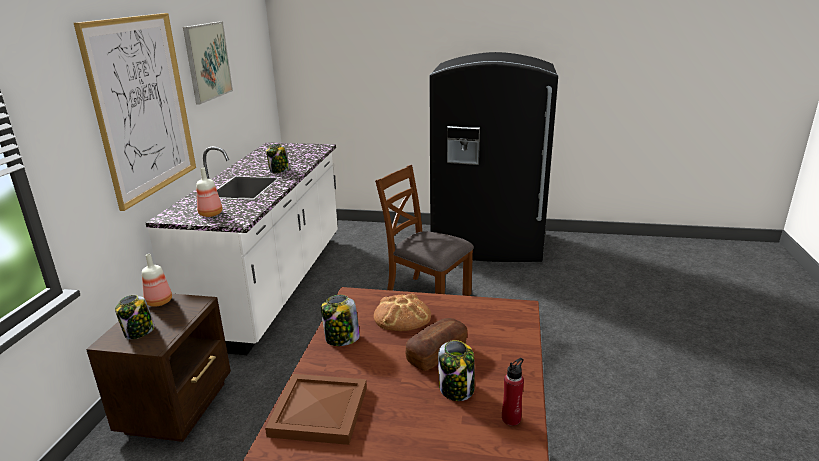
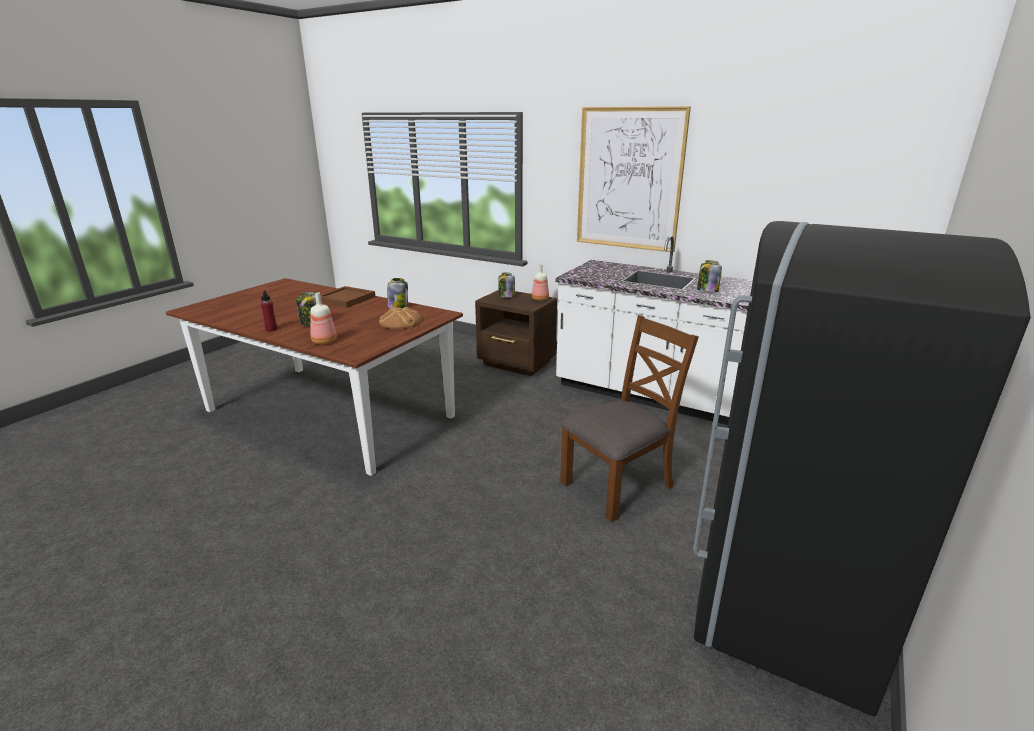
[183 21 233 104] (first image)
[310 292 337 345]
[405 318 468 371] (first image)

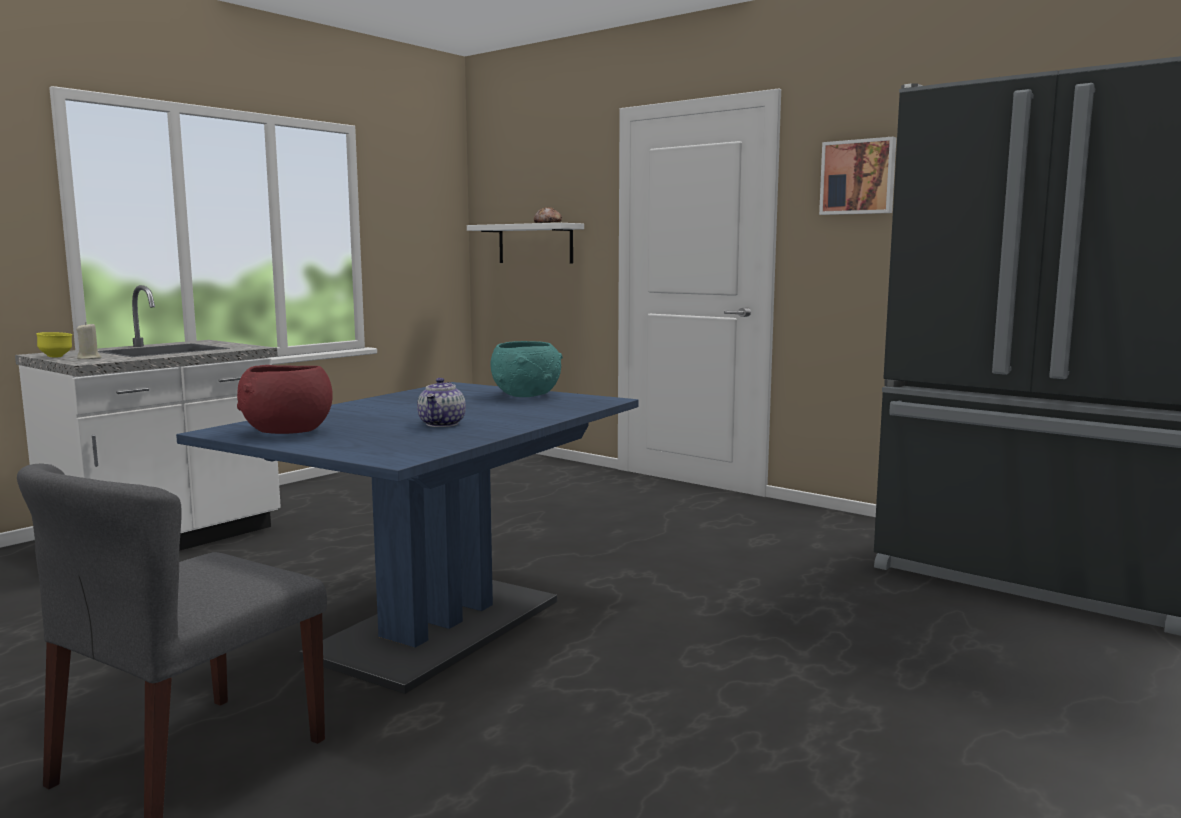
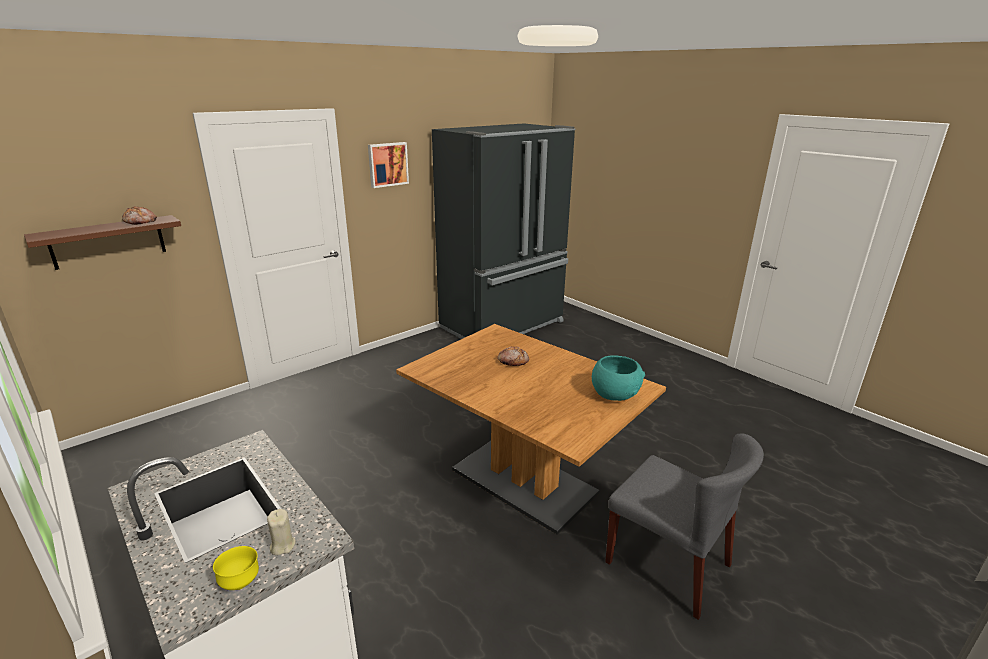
[24 215 181 270]
[592 355 645 401]
[237 365 333 434] (first image)
[417 378 466 427] (first image)
[396 324 666 535]
[497 347 529 366]

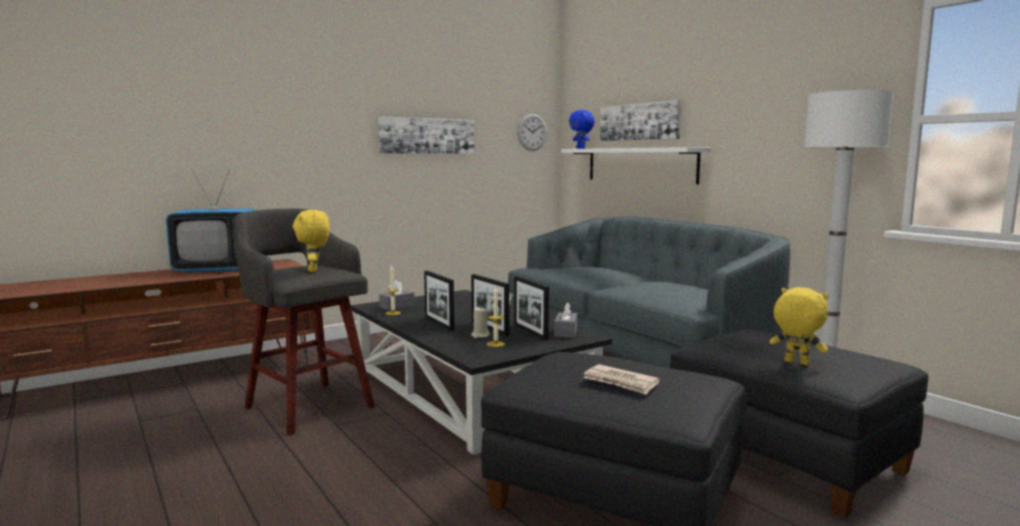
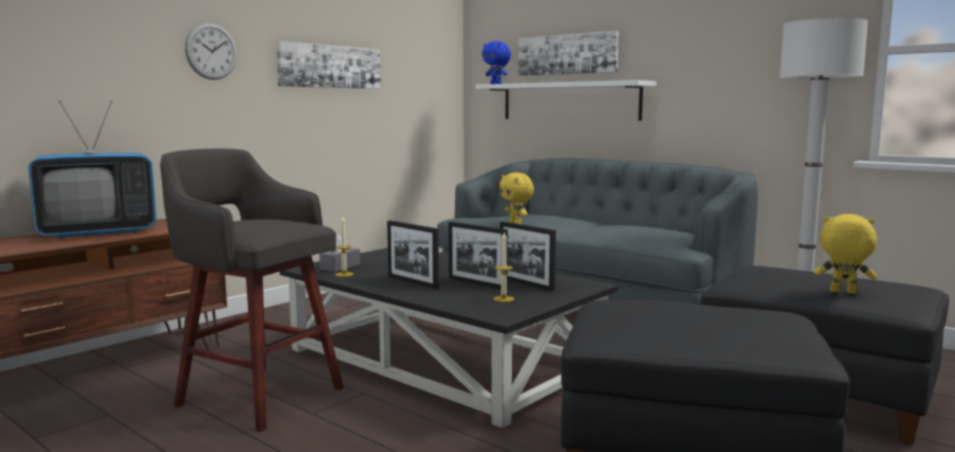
[185 23 237 80]
[499 173 534 224]
[554 302 577 338] (first image)
[471 306 490 338] (first image)
[583 364 660 395] (first image)

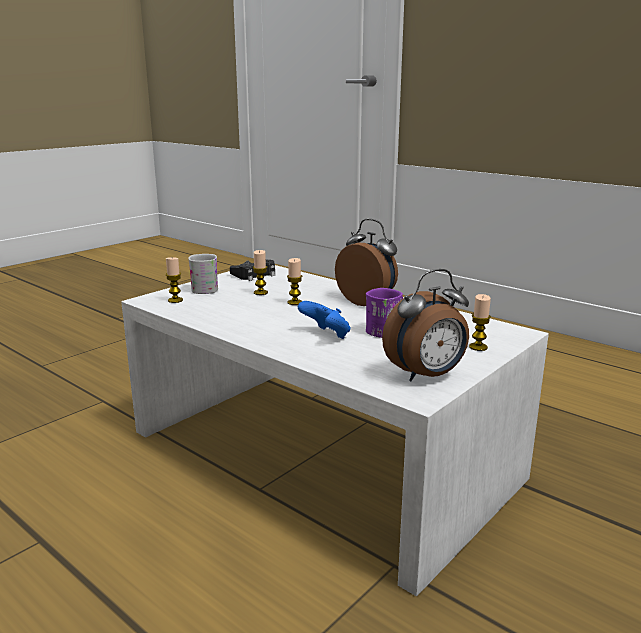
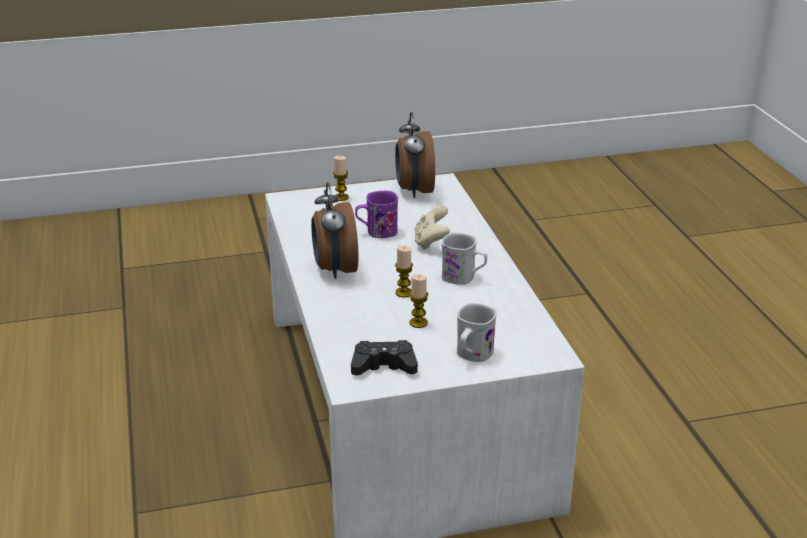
[166 257 183 303] (first image)
[395 112 435 198]
[414 205 450 250]
[442 233 487 285]

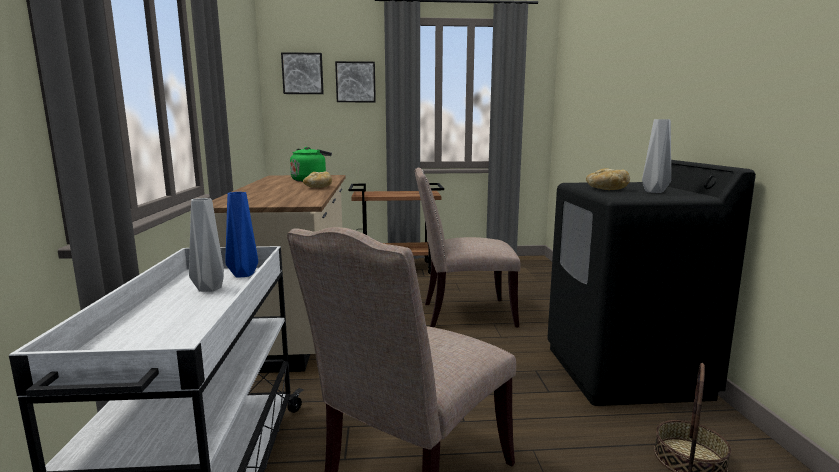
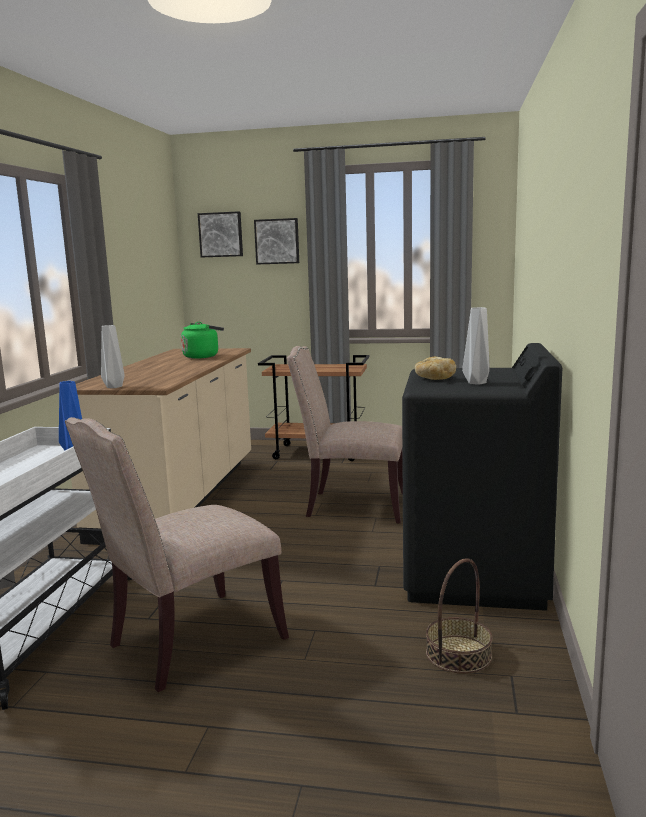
[303 171 332 188] (first image)
[101 325 124 388]

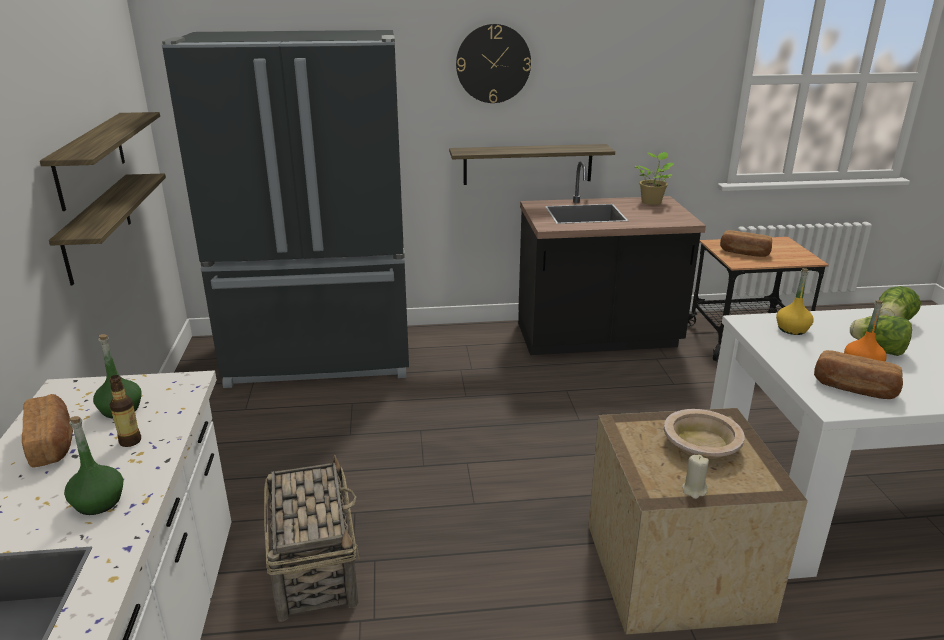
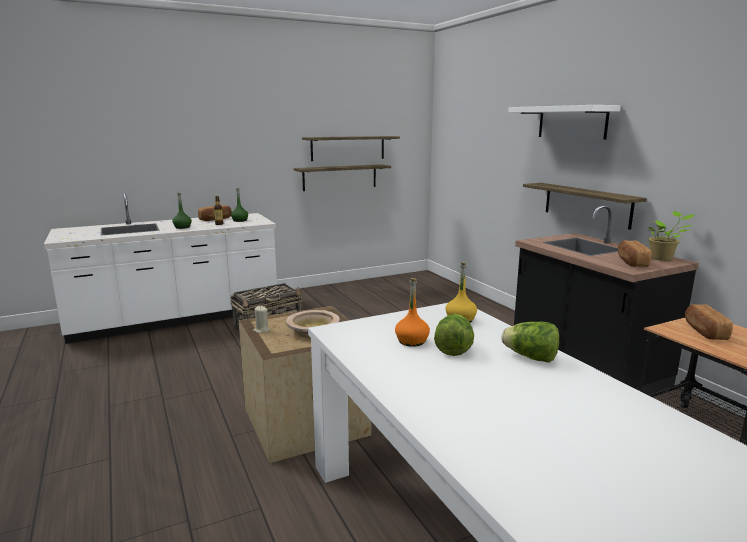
[508 105 621 140]
[162 30 409 388] (first image)
[618 240 651 267]

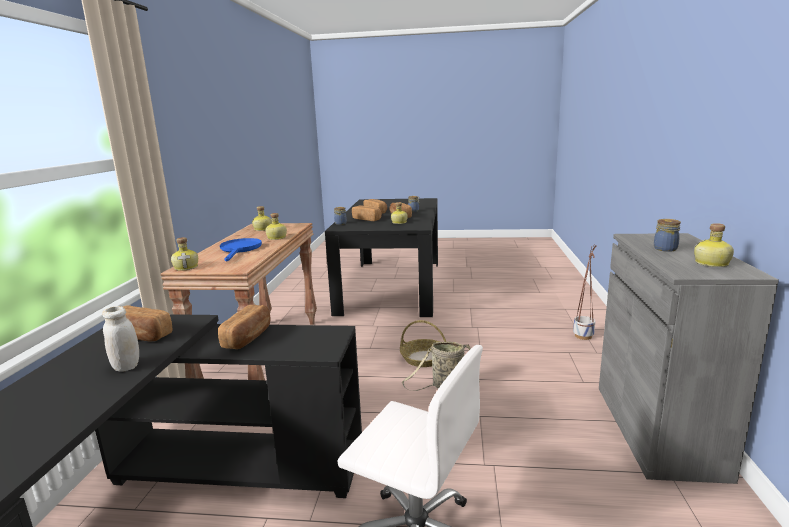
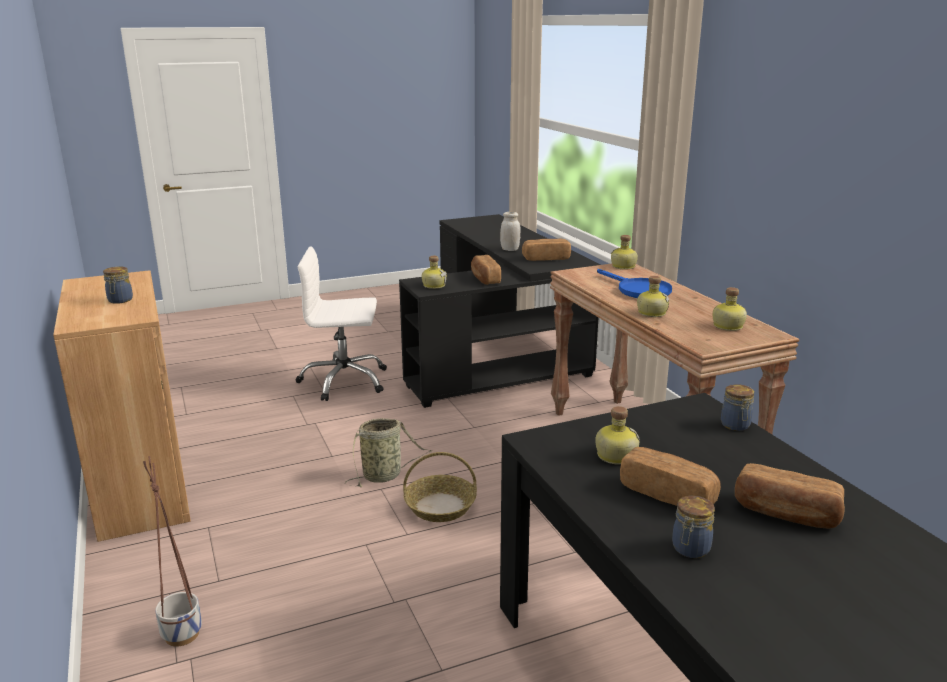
[352 205 382 221] (first image)
[422 256 447 289]
[53 270 191 542]

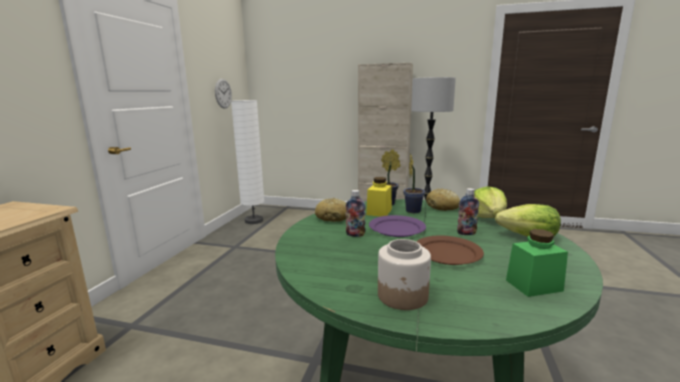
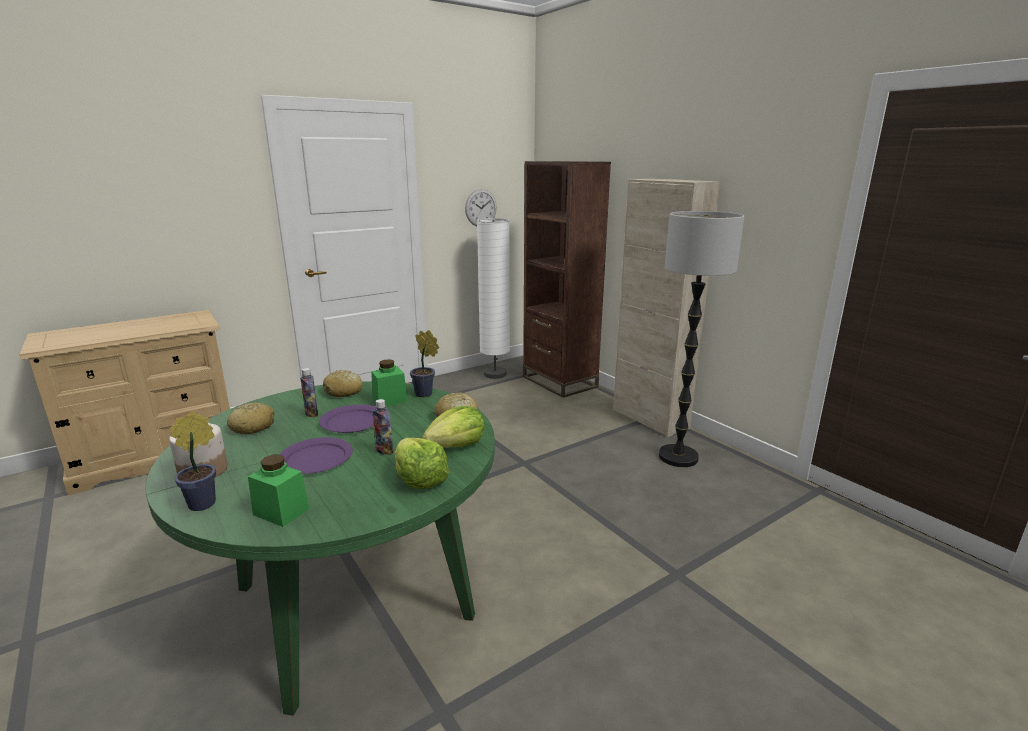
[170 411 216 511]
[371 359 408 406]
[279 437 353 474]
[523 161 611 398]
[227 403 275 434]

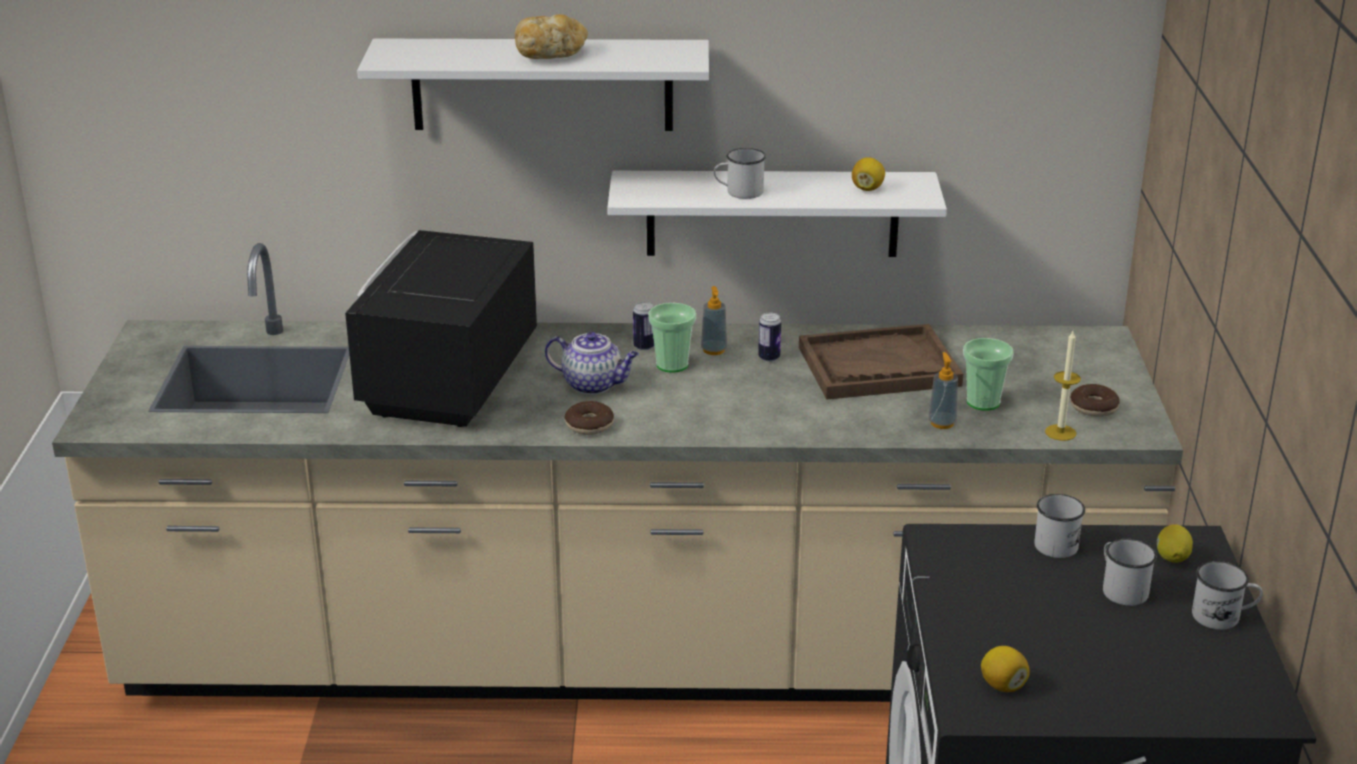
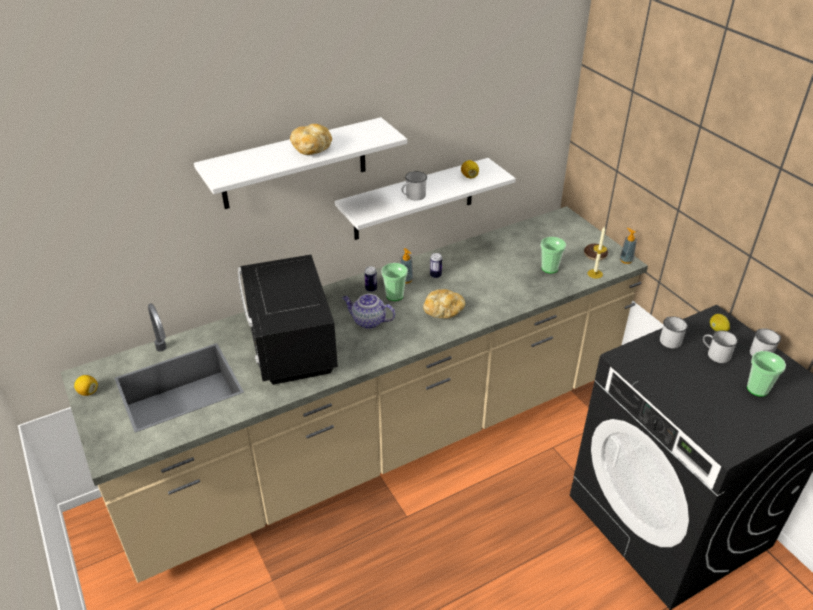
[799 324 963 399] (first image)
[342 294 395 329]
[620 228 637 264]
[565 401 614 435] (first image)
[74 375 98 396]
[423 289 465 318]
[747 351 786 397]

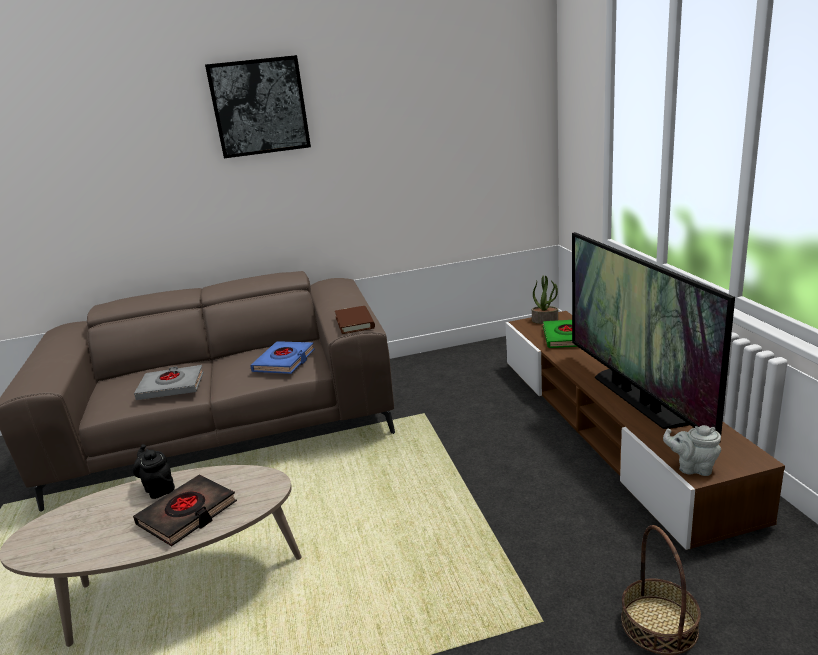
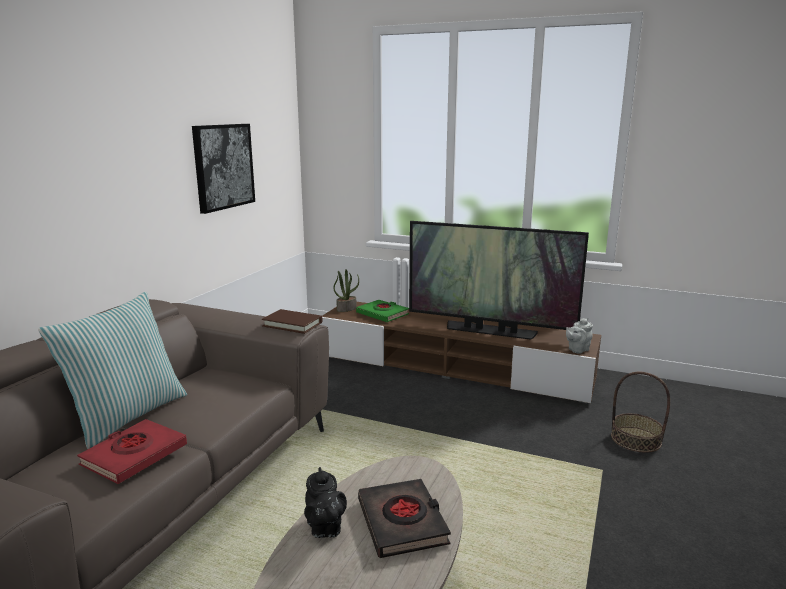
[192 124 255 214]
[250 341 315 374] (first image)
[77 419 187 484]
[304 467 347 538]
[38 292 187 449]

